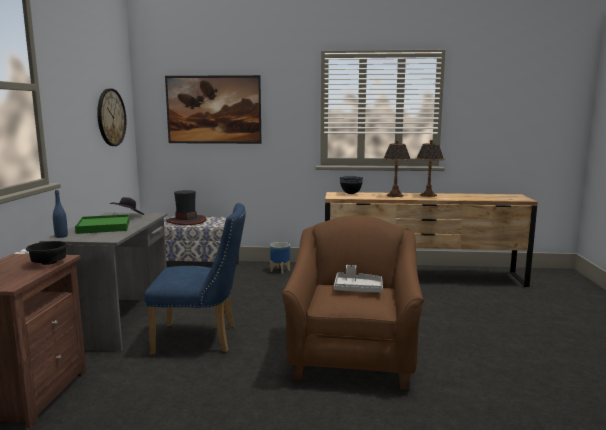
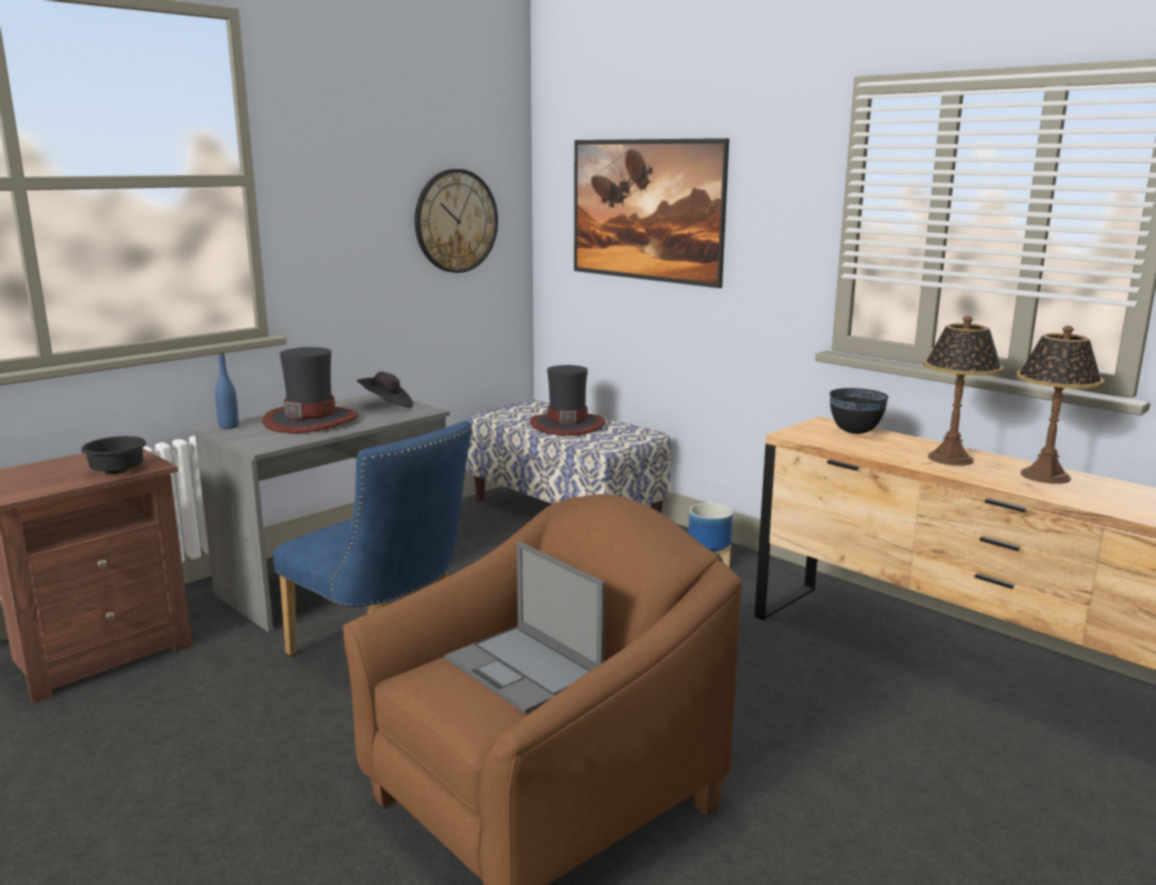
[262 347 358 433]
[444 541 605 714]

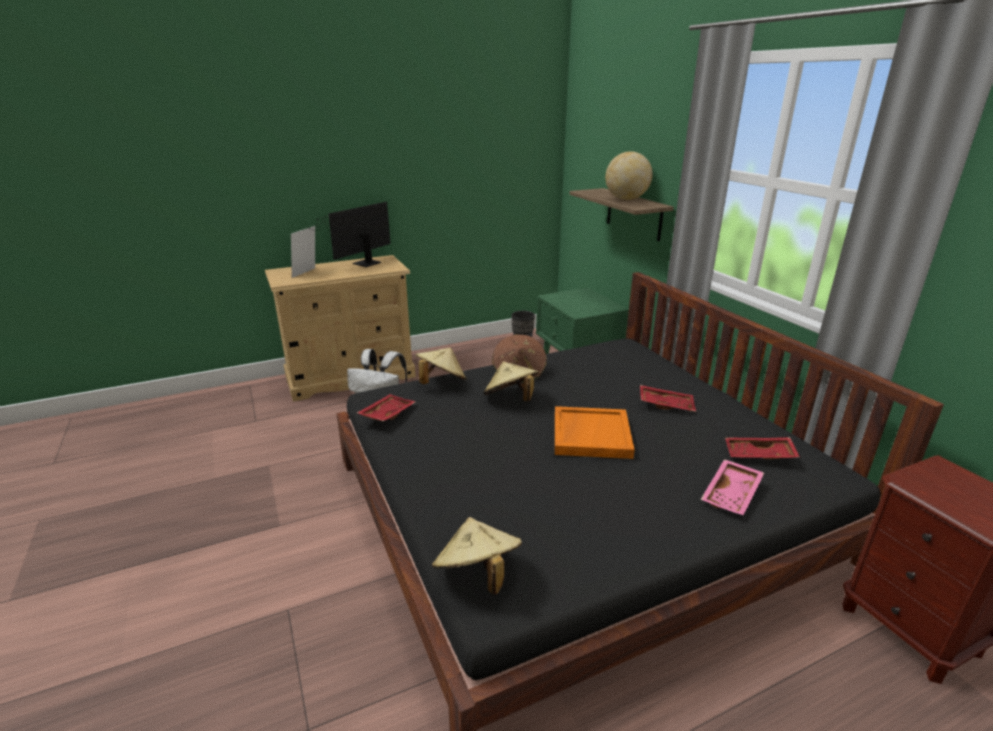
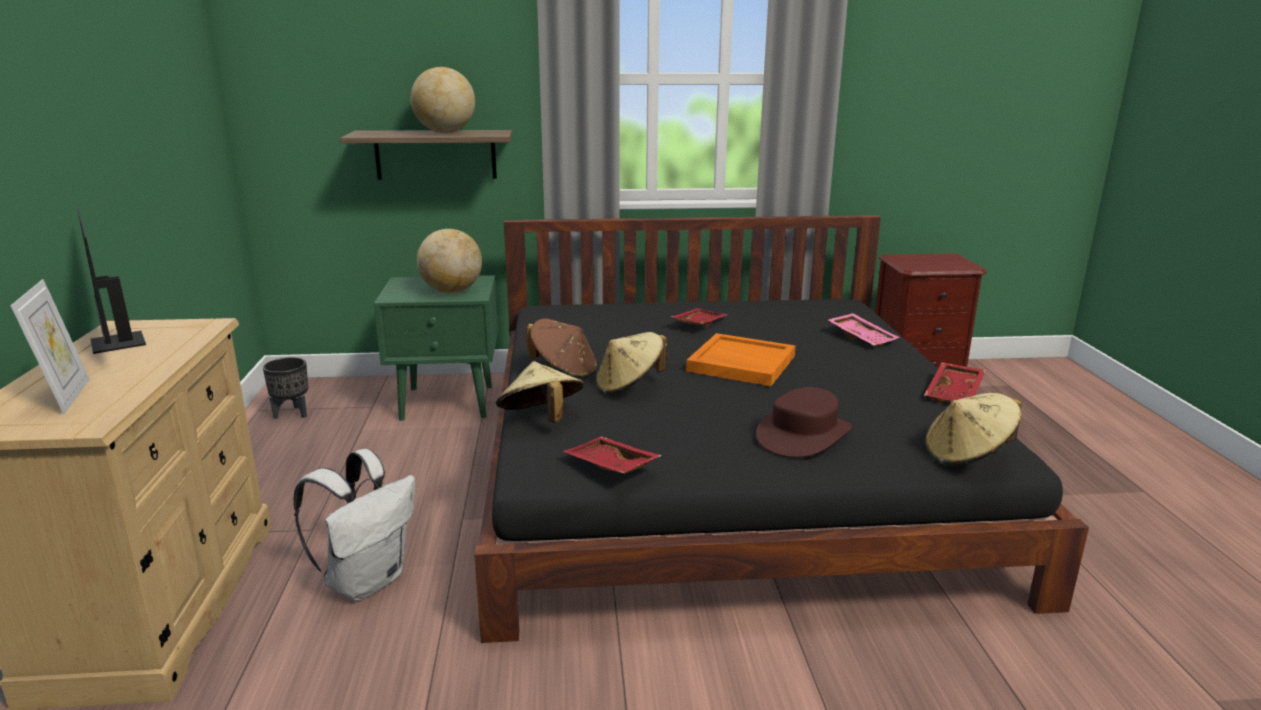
[11 279 90 414]
[924 363 986 403]
[417 229 482 293]
[756 387 852 458]

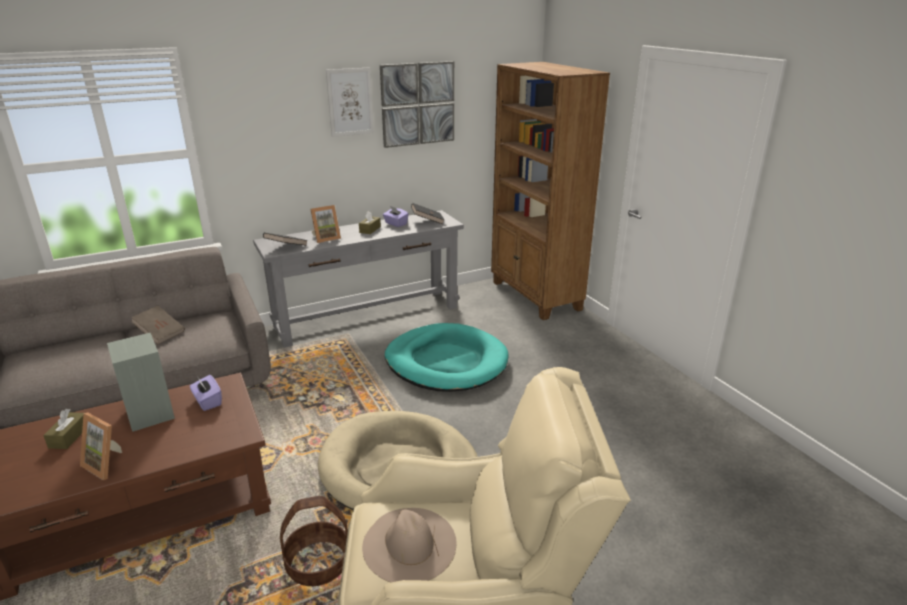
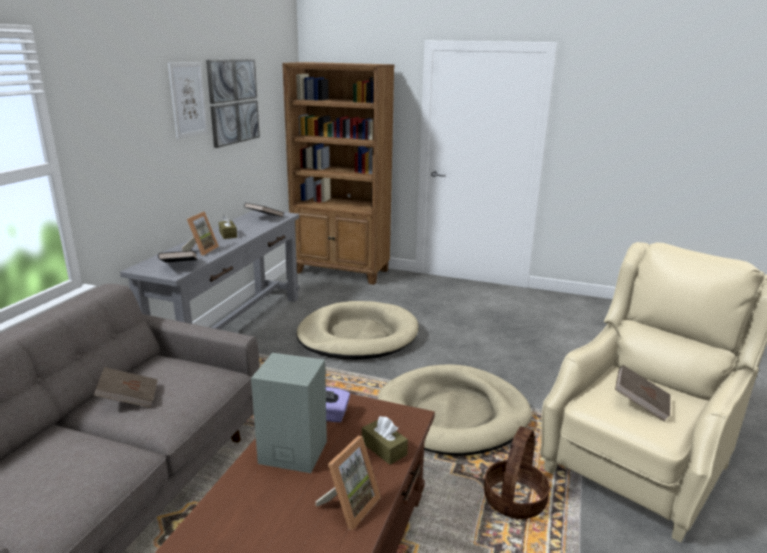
[383 206 409 227] (first image)
[296 301 419 360]
[362 416 408 465]
[316 436 381 530]
[615 365 670 421]

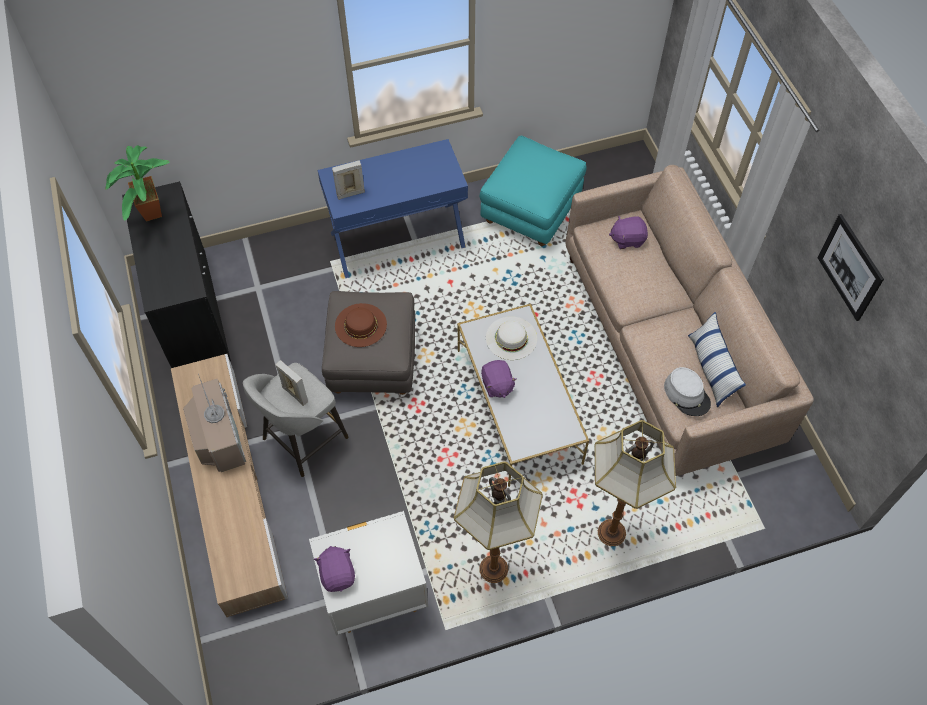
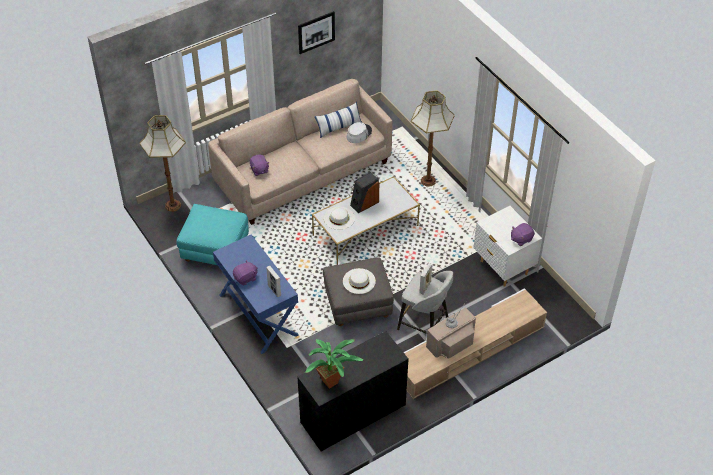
[343 268 376 294]
[233 260 258 285]
[140 115 186 212]
[350 172 379 213]

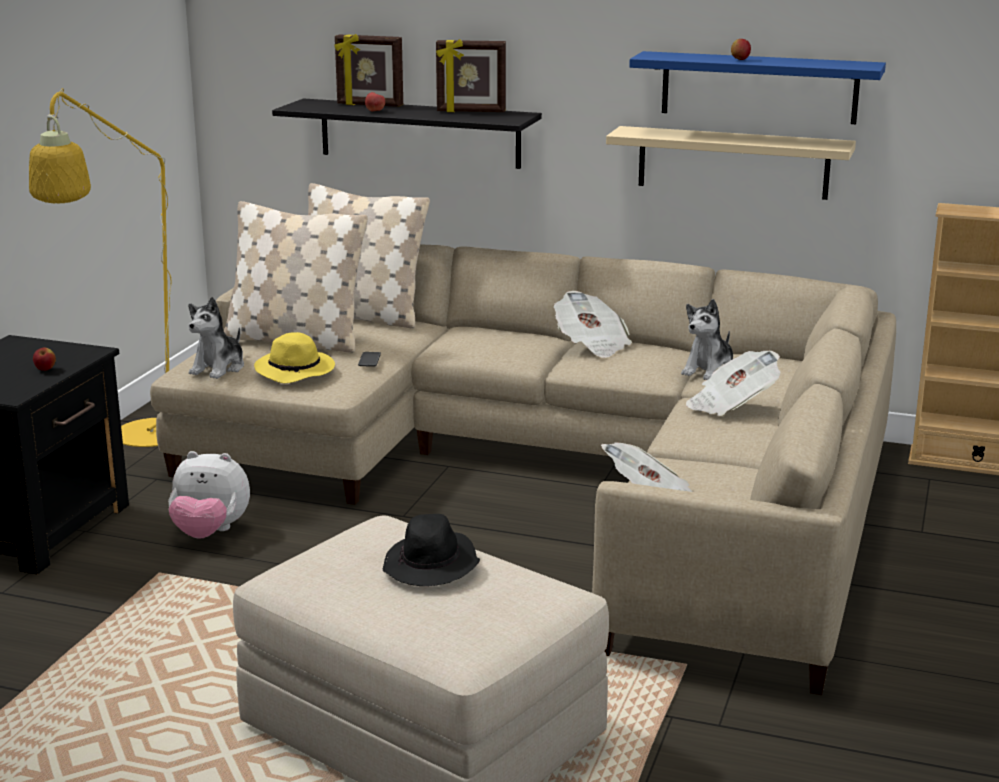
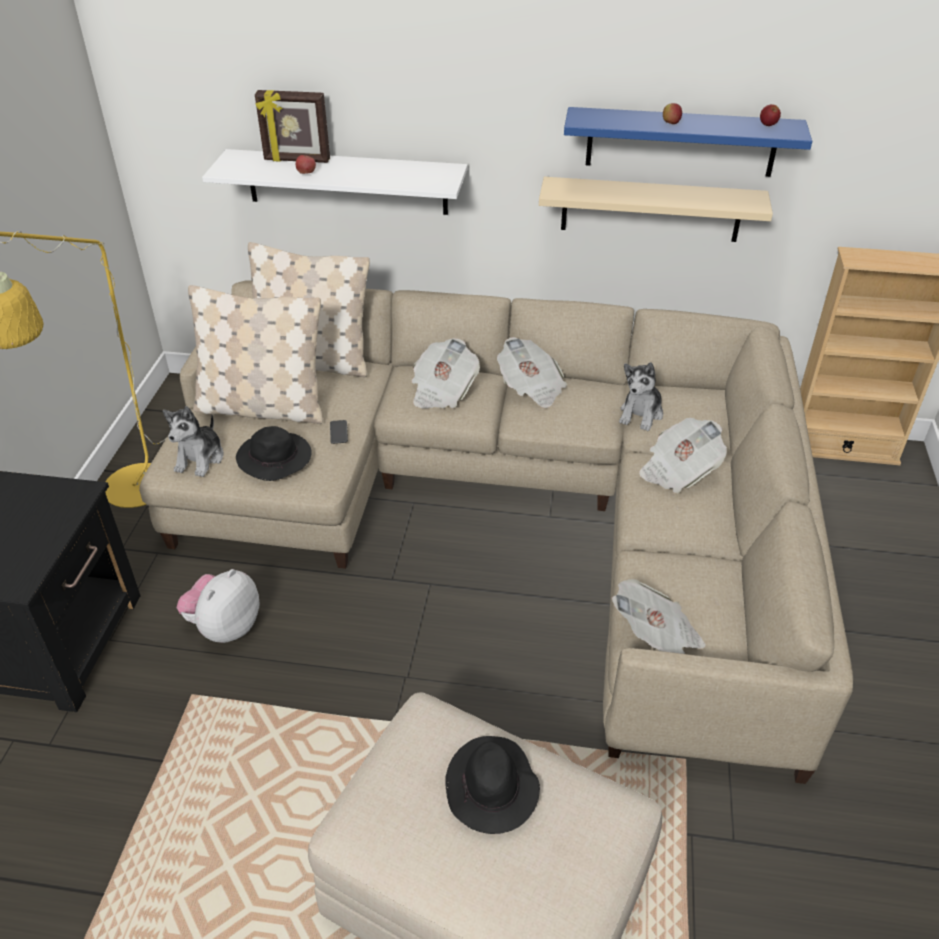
[436 39 506 112] (first image)
[202 149 468 215]
[236 426 312 481]
[760 104 781 126]
[176 569 260 643]
[411 338 480 408]

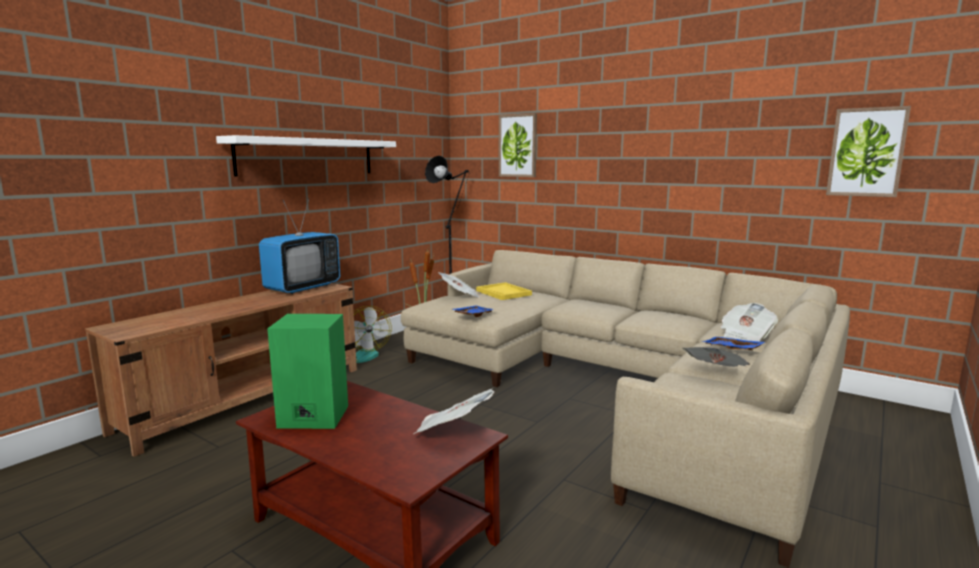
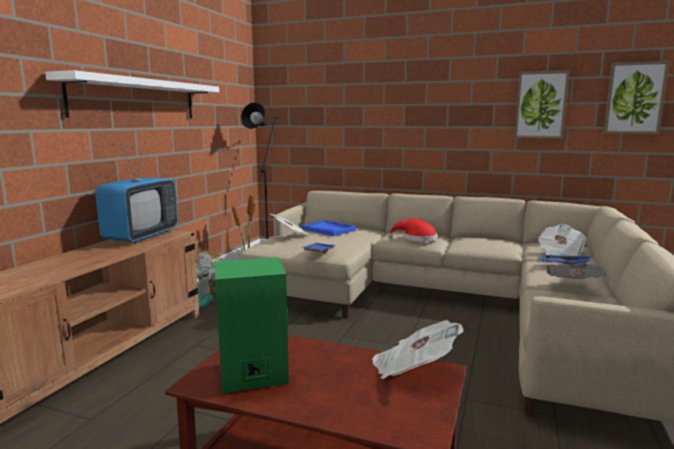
[514 70 570 139]
[302 220 356 236]
[388 219 437 242]

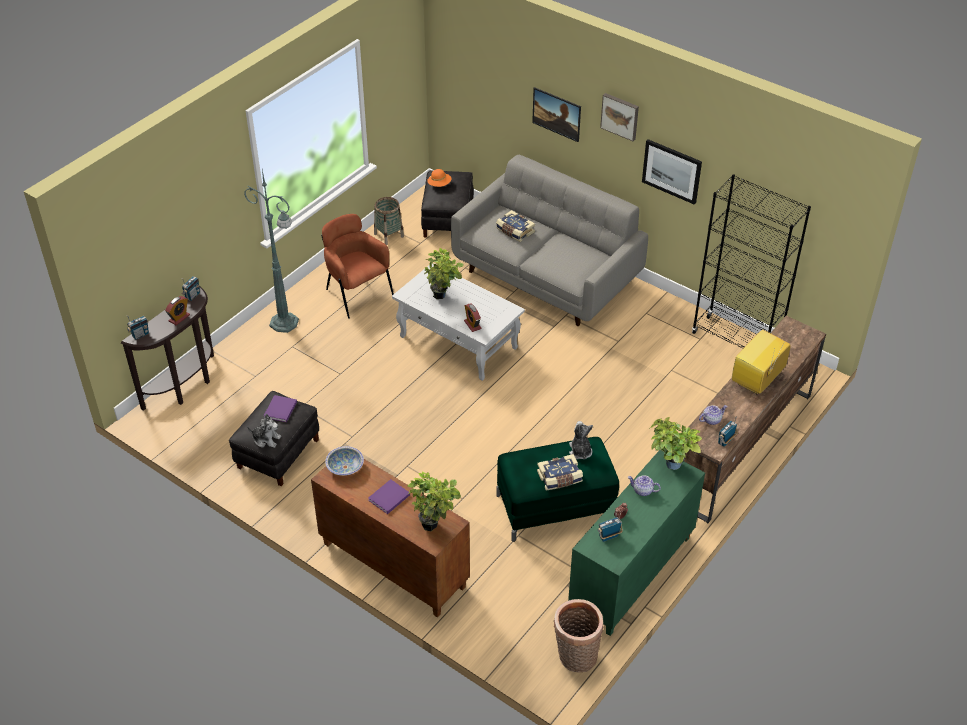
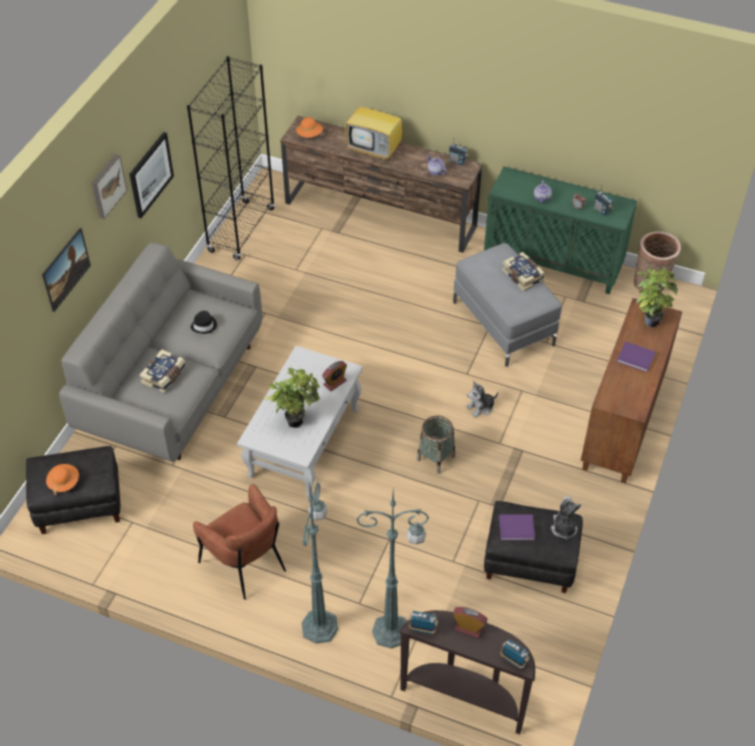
[417 416 455 474]
[193 484 286 600]
[650 417 702 470] (first image)
[466 381 498 418]
[453 243 562 367]
[325 446 364 476] (first image)
[296 117 323 138]
[191 311 217 334]
[356 490 429 648]

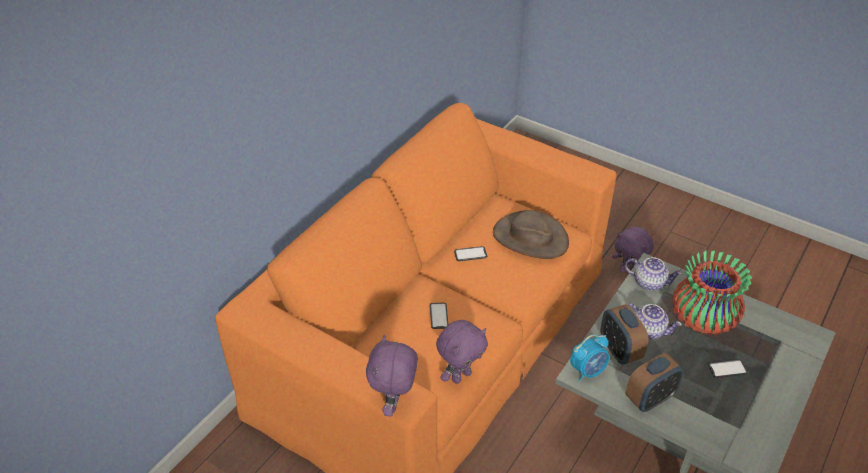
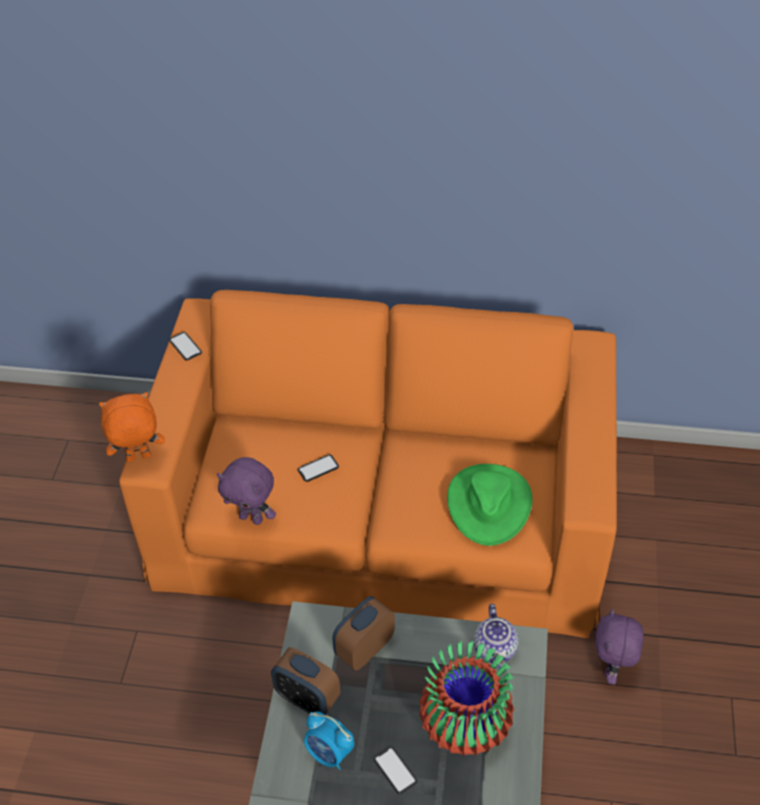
[447 464 532 546]
[169 332 202 361]
[627 303 682 339] (first image)
[99 392 165 462]
[304 711 354 770]

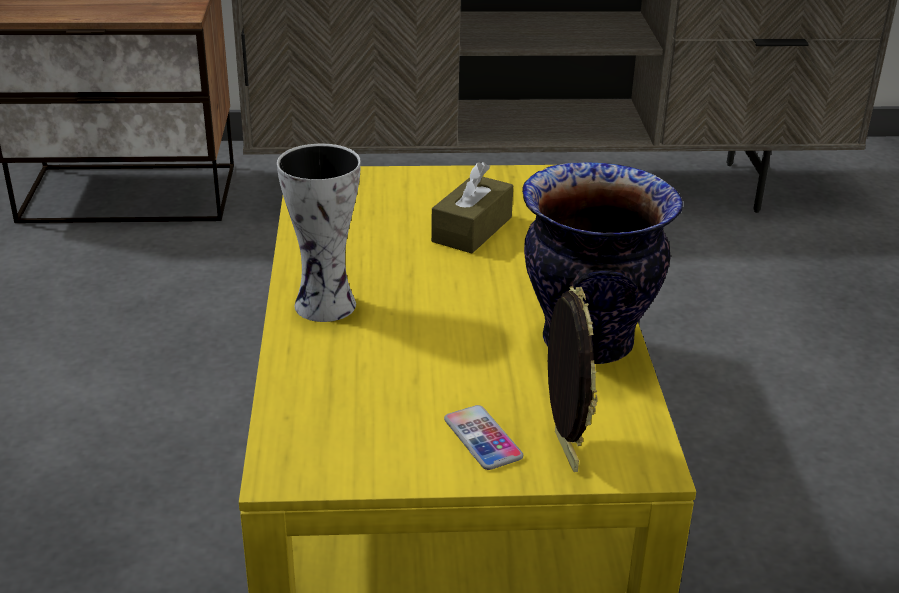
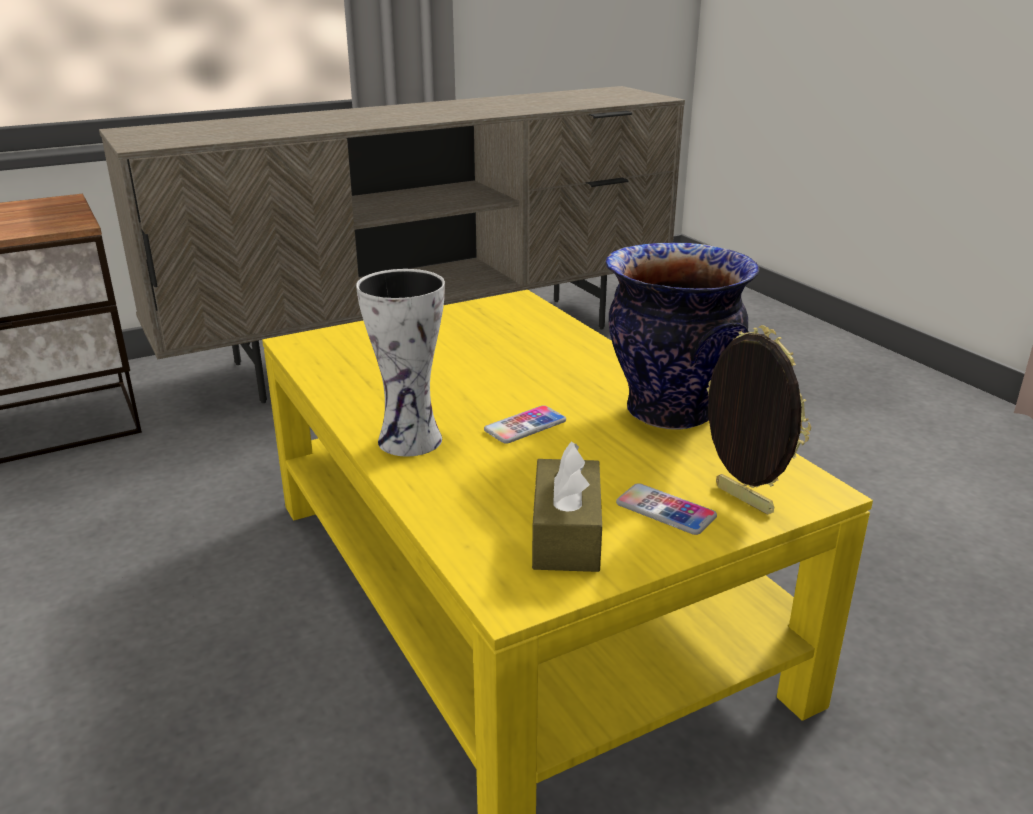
[532 441 602 572]
[484 405 566 444]

